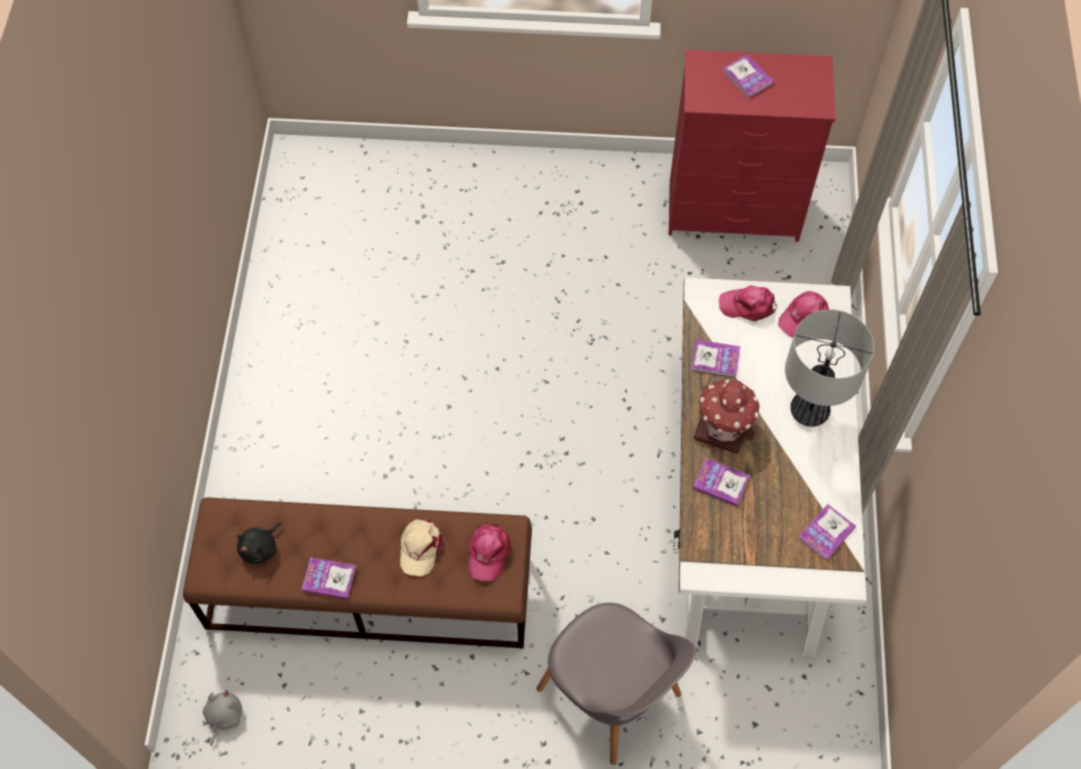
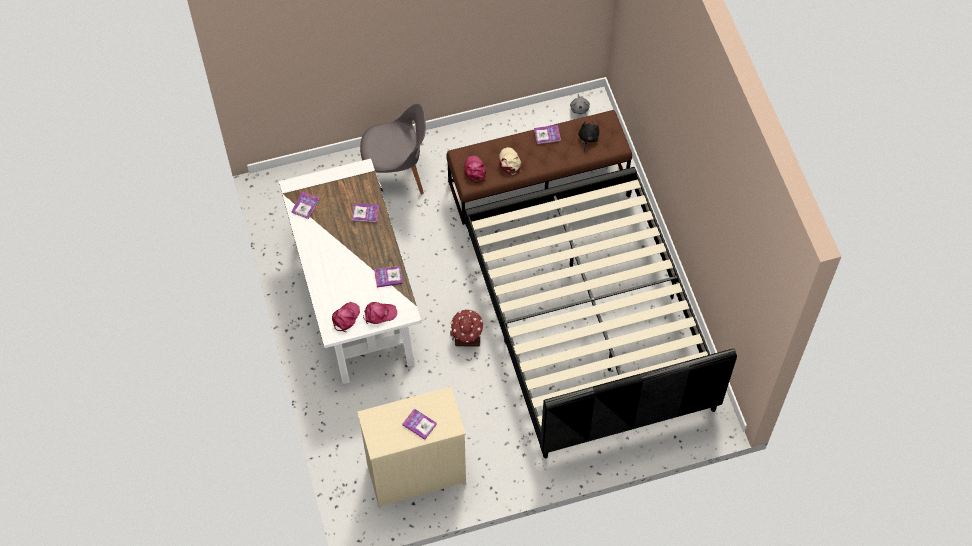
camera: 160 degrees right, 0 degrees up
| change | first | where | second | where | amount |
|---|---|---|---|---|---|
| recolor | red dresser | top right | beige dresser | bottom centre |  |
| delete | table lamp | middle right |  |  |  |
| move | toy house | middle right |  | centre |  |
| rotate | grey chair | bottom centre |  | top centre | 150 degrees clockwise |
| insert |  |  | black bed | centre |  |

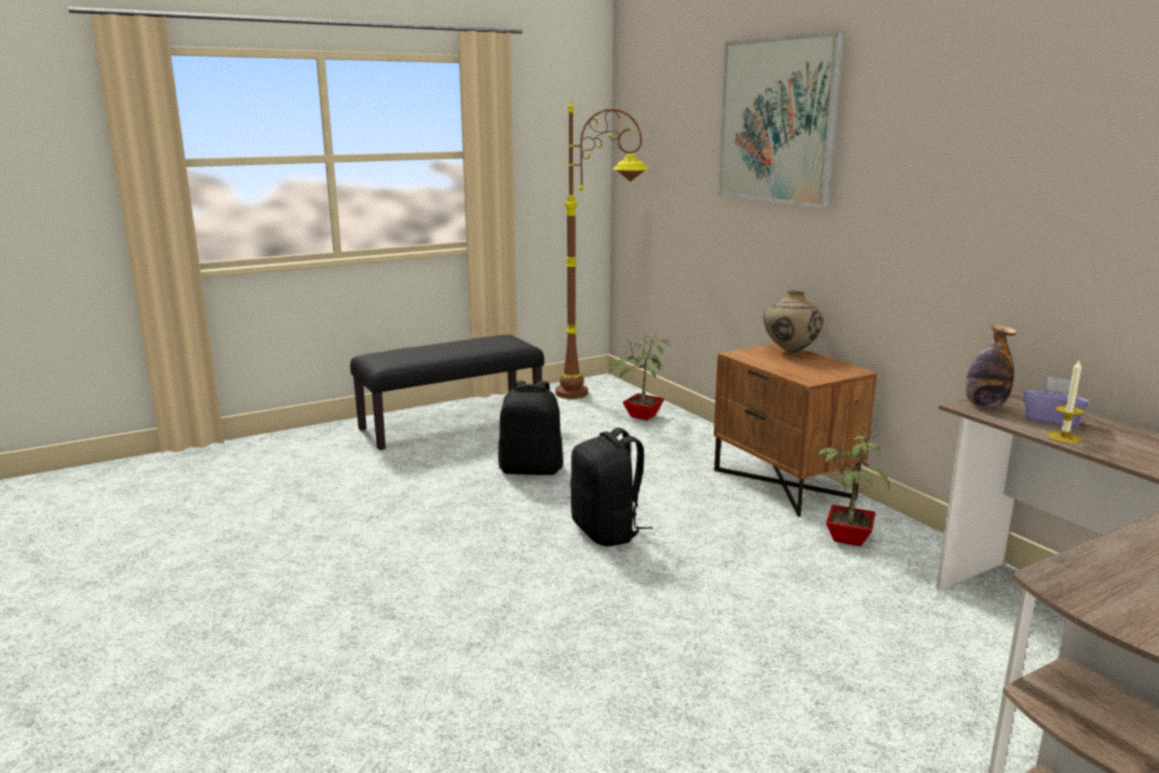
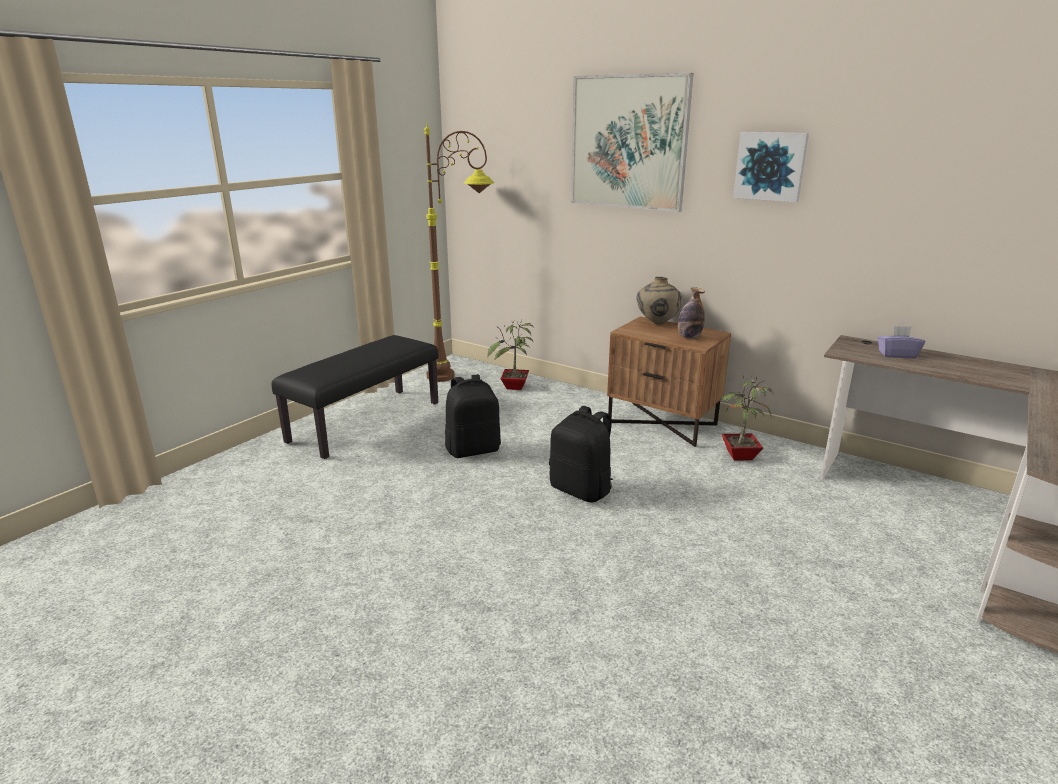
camera: 25 degrees left, 5 degrees up
| change | first | where | second | where | amount |
|---|---|---|---|---|---|
| move | bottle | middle right |  | centre |  |
| delete | candle | middle right |  |  |  |
| insert |  |  | picture (2nd from left) | top right |  |

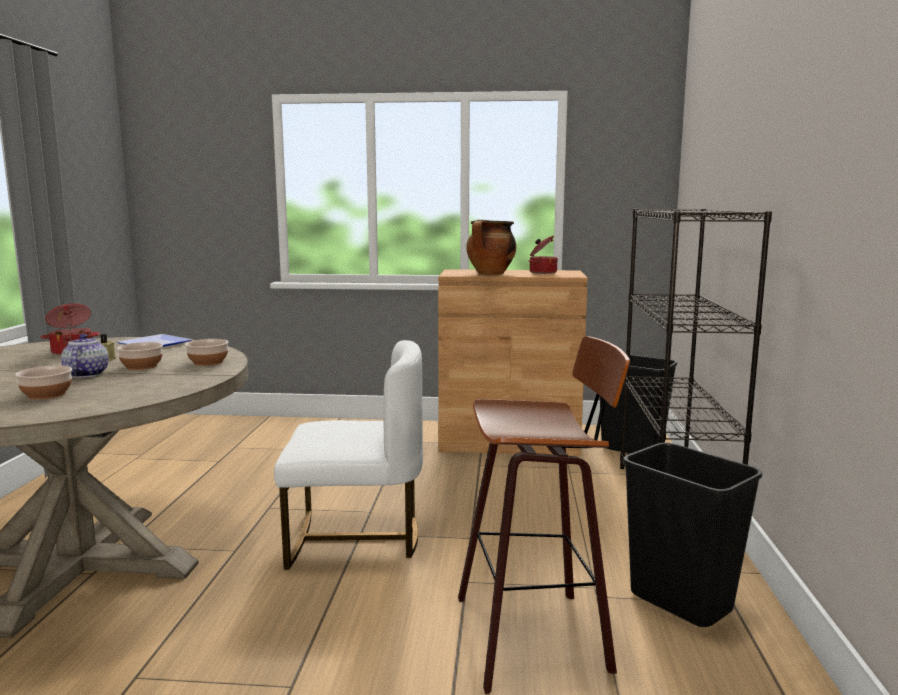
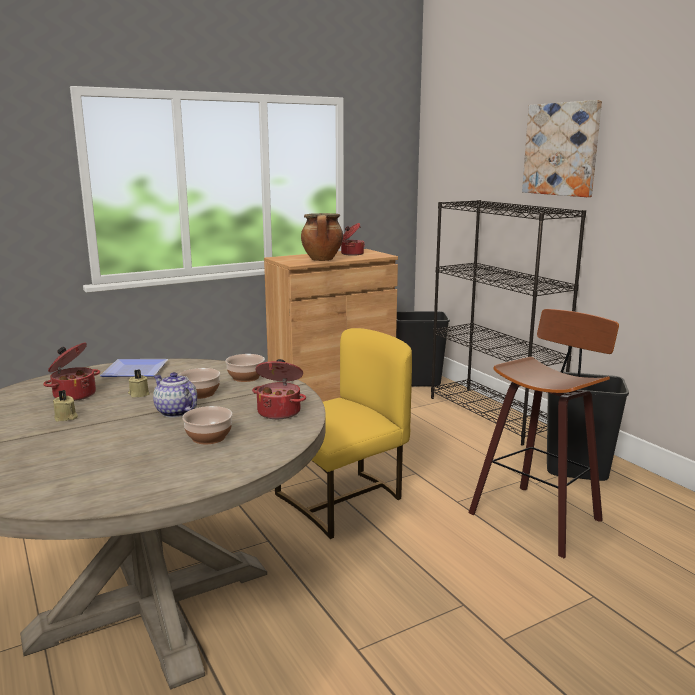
camera: 35 degrees left, 5 degrees up
| change | first | where | second | where | amount |
|---|---|---|---|---|---|
| recolor | white chair | centre | yellow chair | centre |  |
| insert |  |  | picture | top right |  |
| insert |  |  | cooking pot (2nd from left) | centre |  |
| insert |  |  | beige candle (1st from left) | middle left |  |

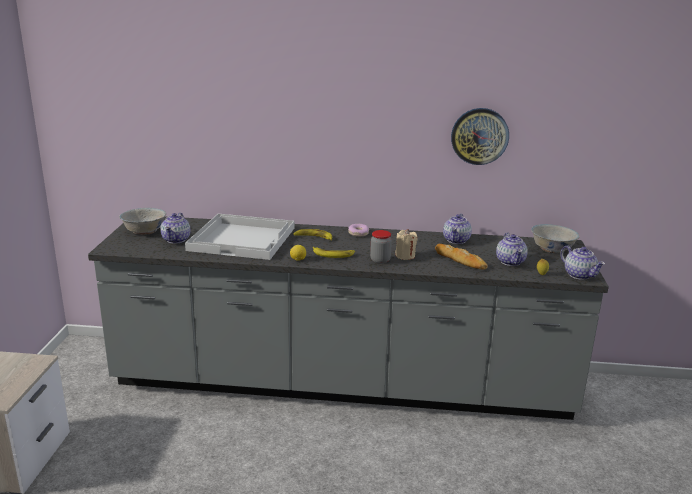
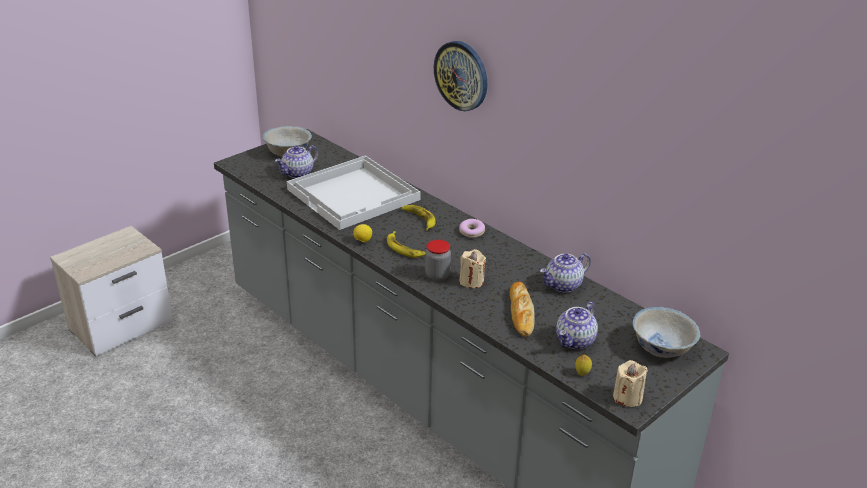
camera: 40 degrees right, 10 degrees up
| change | first | where | second | where | amount |
|---|---|---|---|---|---|
| move | wall clock | top right |  | top centre |  |
| replace | teapot (4th from left) | middle right | beige candle (2nd from left) | bottom right |  |

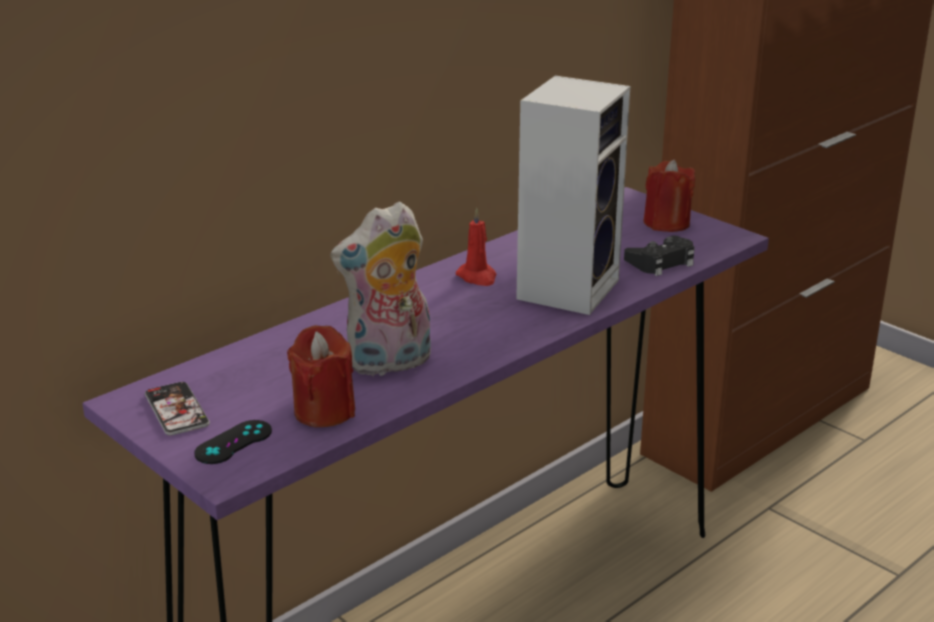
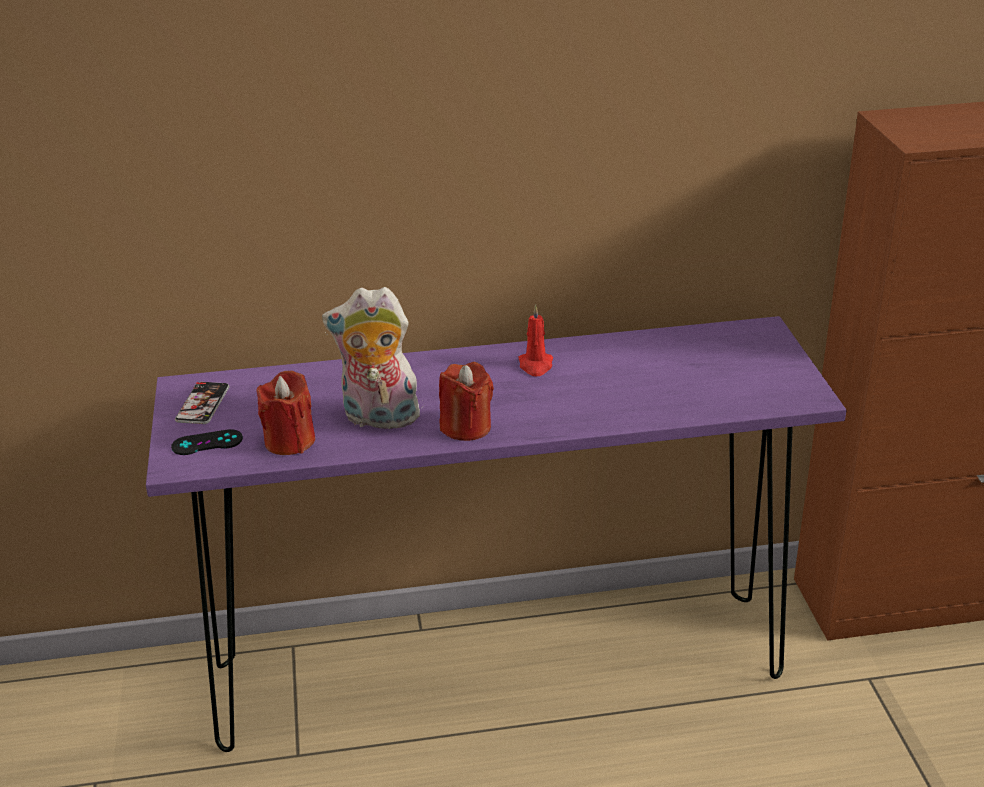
camera: 35 degrees right, 5 degrees up
| change | first | where | second | where | amount |
|---|---|---|---|---|---|
| delete | speaker | top centre |  |  |  |
| move | red candle (3rd from left in the first image) | top right | red candle (2nd from left) | centre |  |
| delete | black game controller (2nd from left) | middle right |  |  |  |

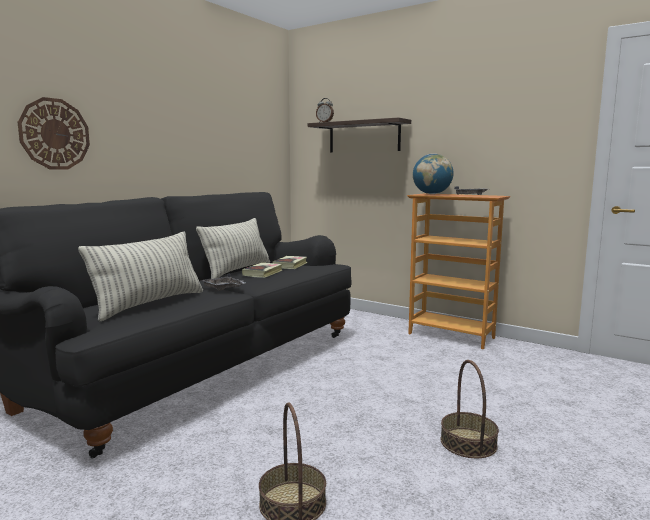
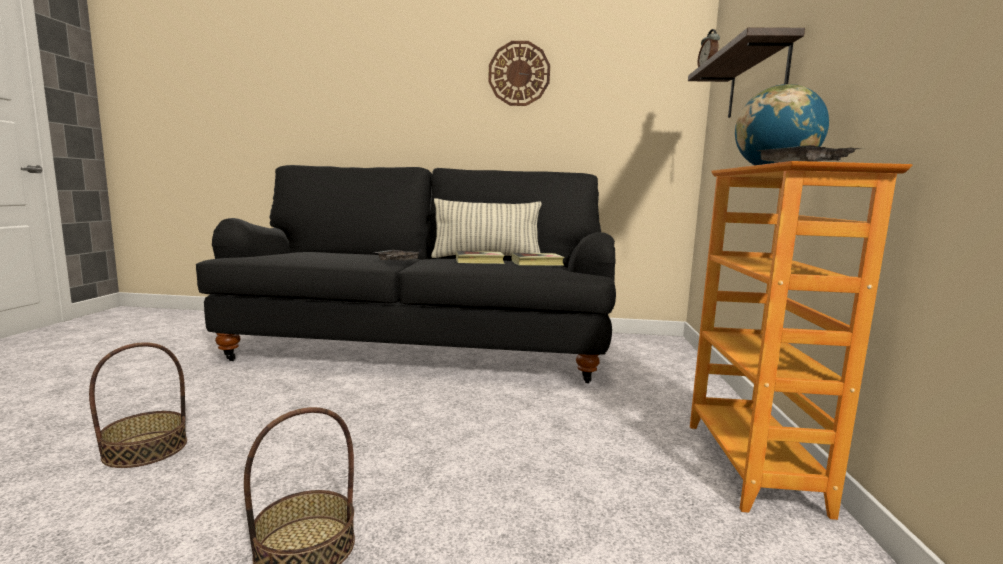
camera: 60 degrees right, 0 degrees up
| change | first | where | second | where | amount |
|---|---|---|---|---|---|
| move | wall clock | top left |  | top centre |  |
| delete | pillow (1st from left) | middle left |  |  |  |

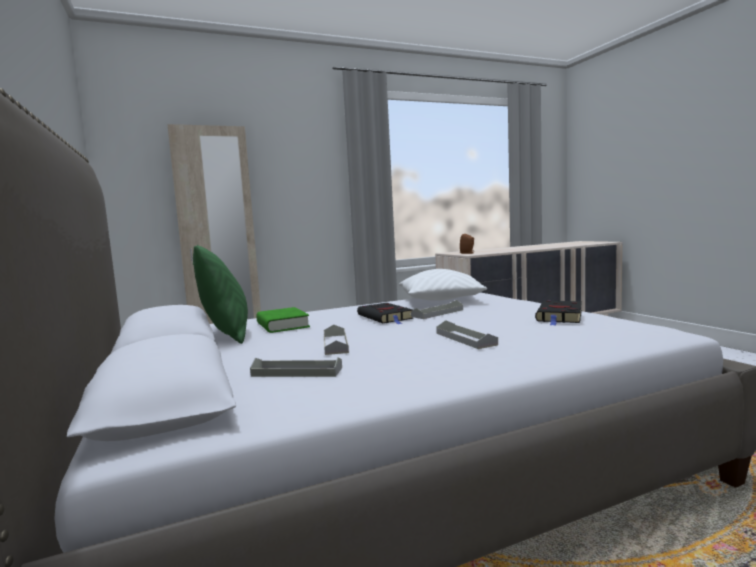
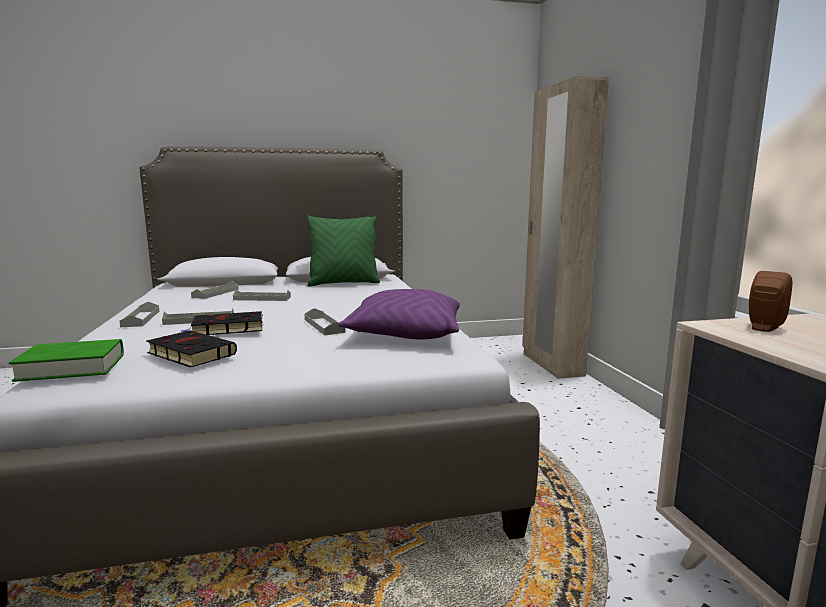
camera: 100 degrees right, 5 degrees up
| change | first | where | second | where | amount |
|---|---|---|---|---|---|
| recolor | white pillow | centre | purple pillow | centre |  |
| move | black book (1st from left in the first image) | centre | black book (2nd from left) | middle left |  |
| move | green book | centre |  | middle left |  |
| insert |  |  | grey tray (1st from left) | middle left |  |

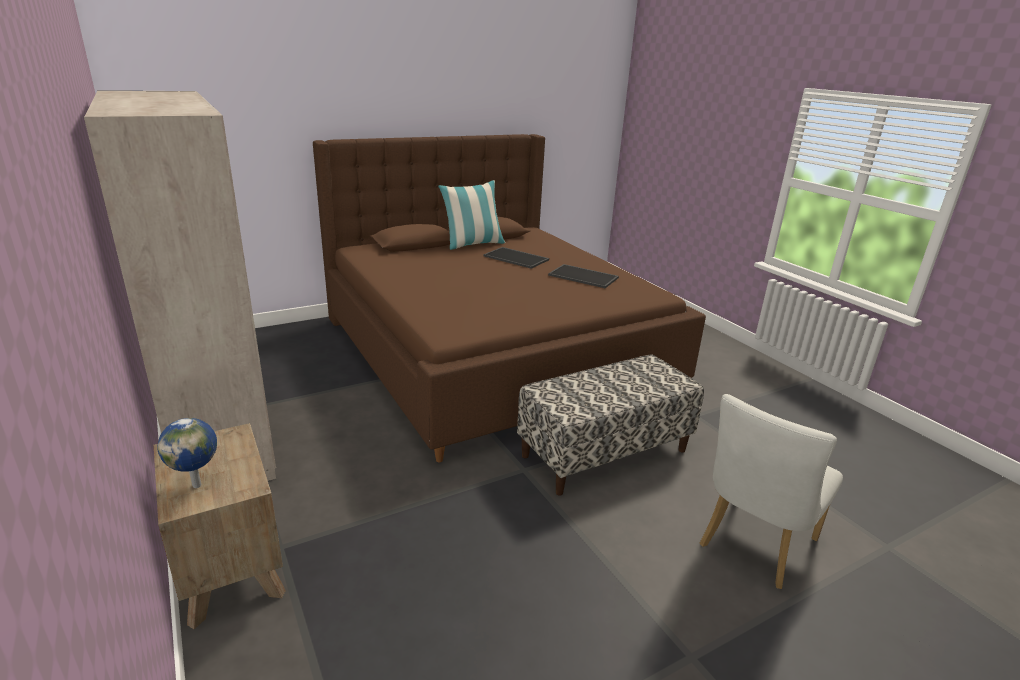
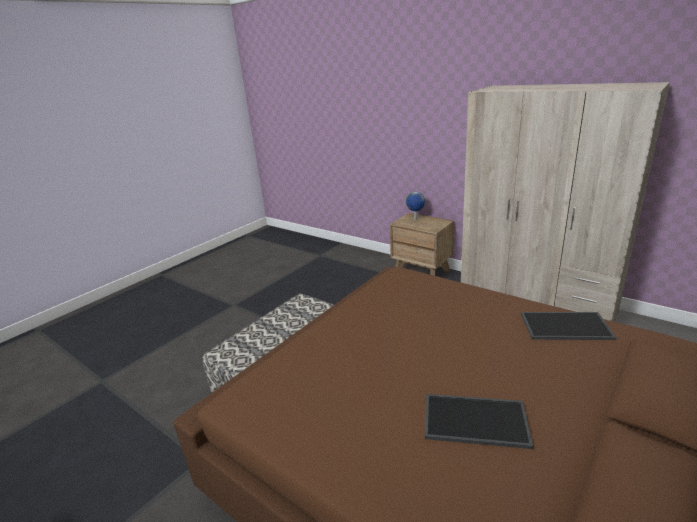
camera: 160 degrees right, 0 degrees up
| change | first | where | second | where | amount |
|---|---|---|---|---|---|
| delete | pillow | top centre |  |  |  |
| move | tray (2nd from left) | centre |  | middle right |  |
| delete | white chair | bottom right |  |  |  |

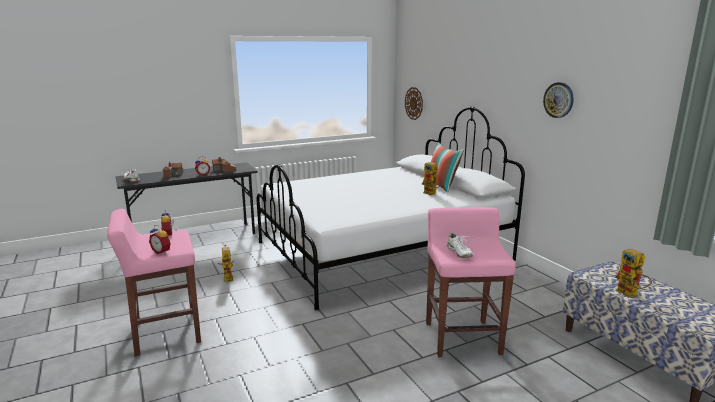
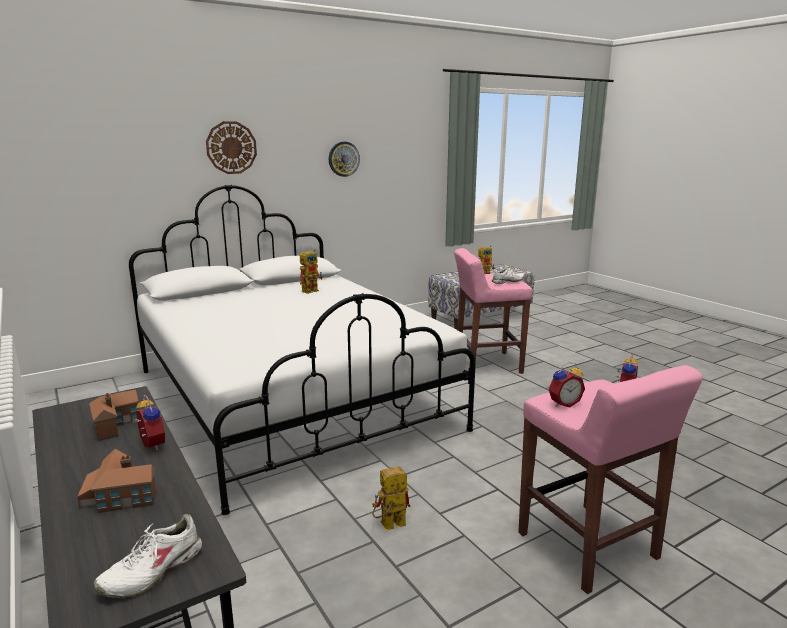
camera: 95 degrees left, 0 degrees up
| change | first | where | second | where | amount |
|---|---|---|---|---|---|
| move | wall clock (1st from left) | top centre |  | top left |  |
| delete | pillow | centre |  |  |  |

